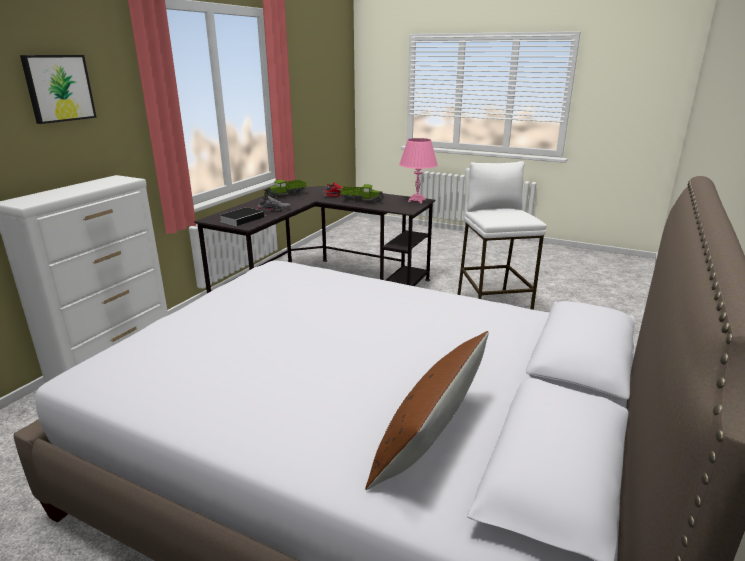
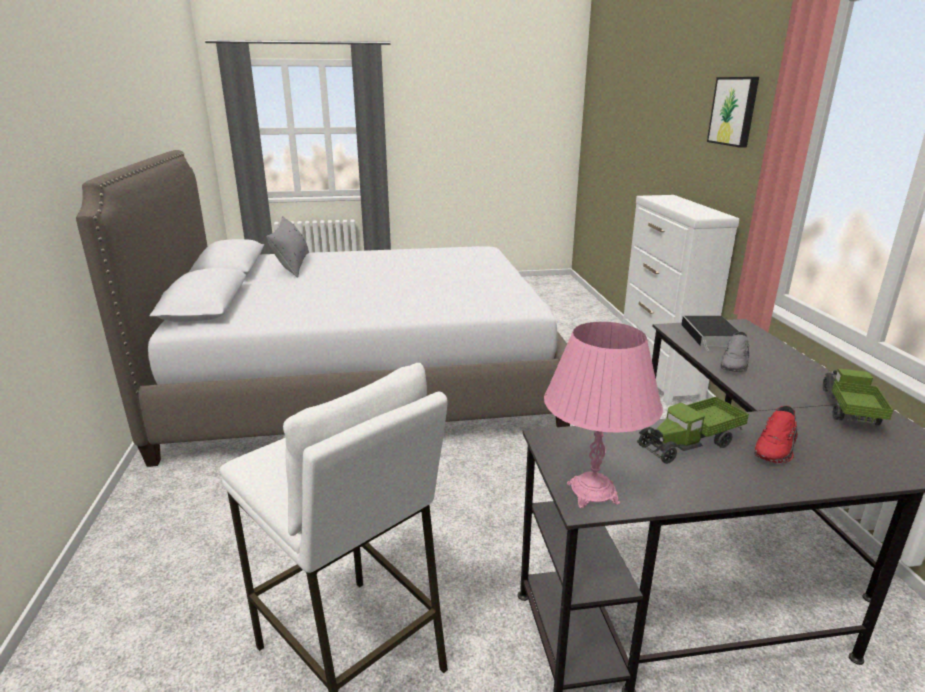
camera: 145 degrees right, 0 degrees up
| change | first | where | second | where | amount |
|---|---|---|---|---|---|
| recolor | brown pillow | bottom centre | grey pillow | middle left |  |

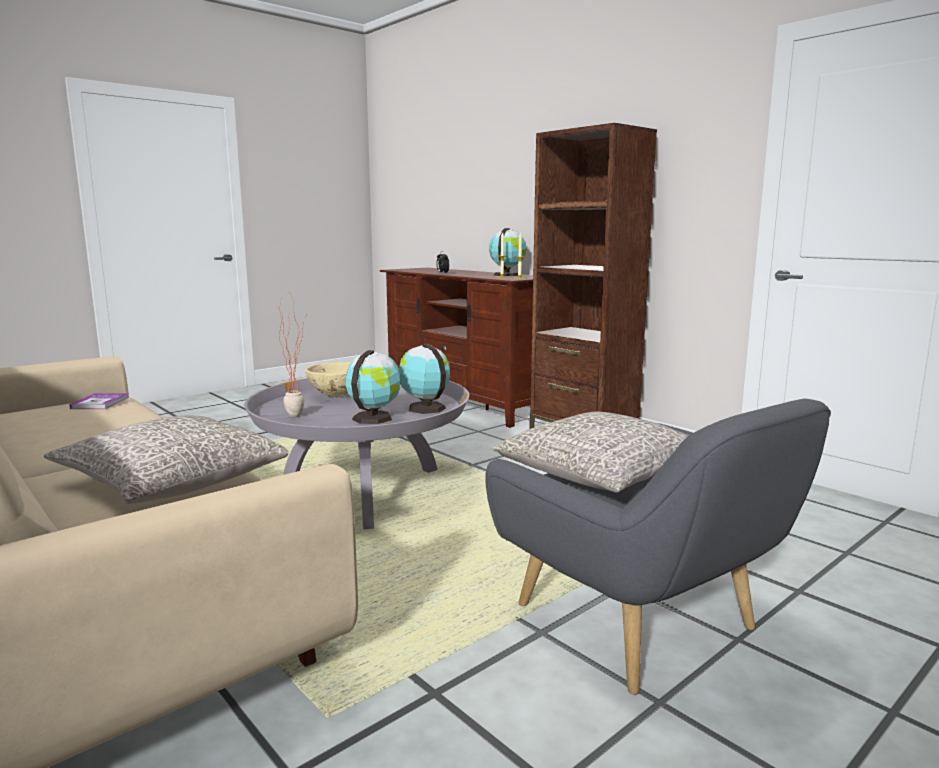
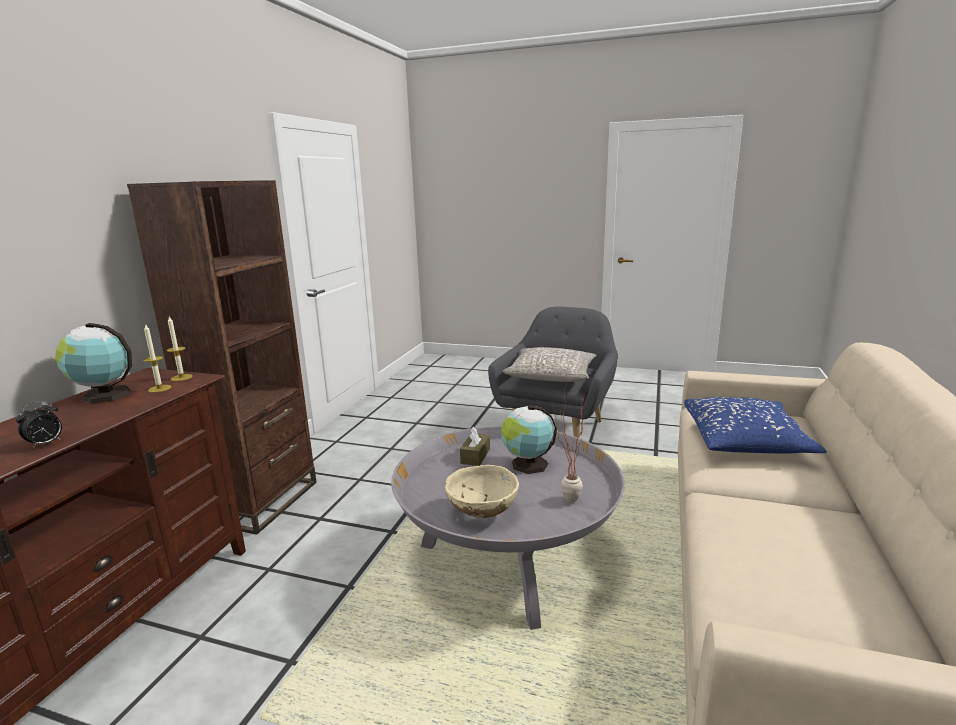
camera: 120 degrees left, 5 degrees up
| change | first | where | second | where | amount |
|---|---|---|---|---|---|
| replace | globe (2nd from left) | centre | brown tissue box | centre |  |
| delete | book | middle left |  |  |  |
| recolor | grey pillow (1st from left) | middle left | blue pillow | middle right |  |

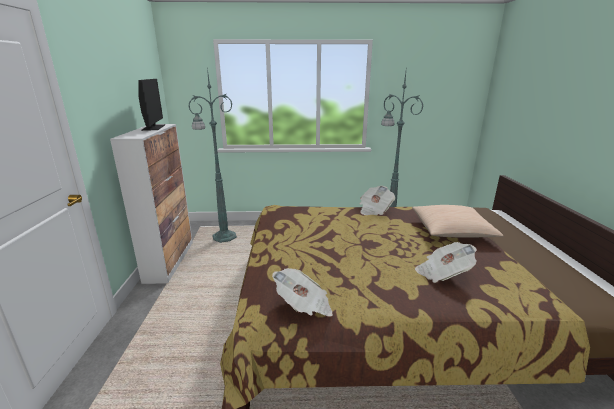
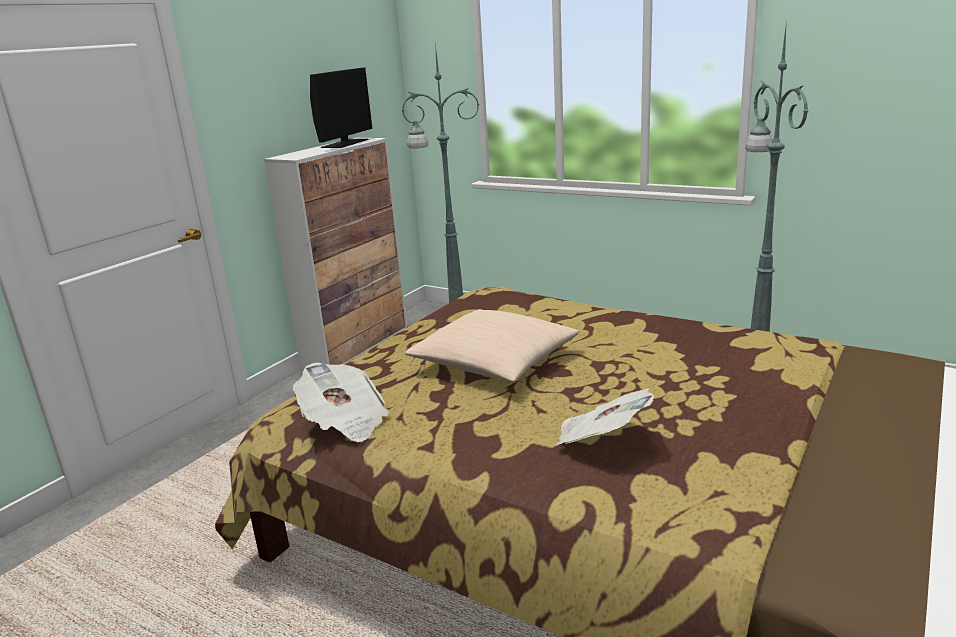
camera: 35 degrees right, 0 degrees up
| change | first | where | second | where | amount |
|---|---|---|---|---|---|
| delete | newspaper (2nd from left) | centre |  |  |  |
| move | beige pillow | middle right |  | centre |  |

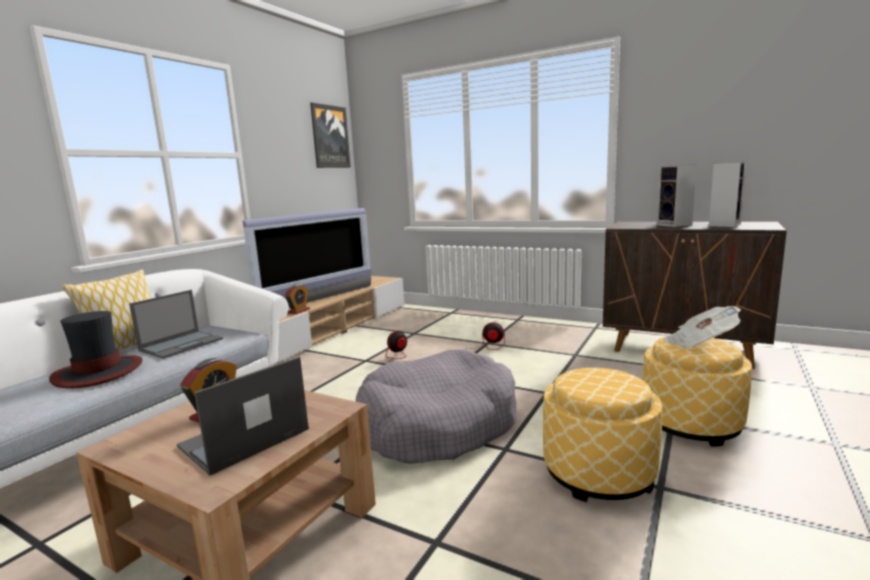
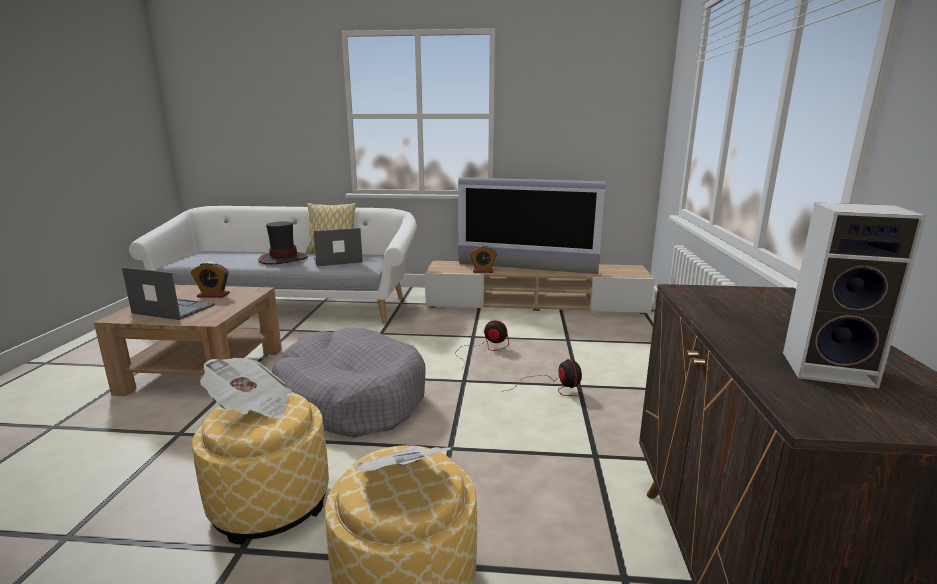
camera: 65 degrees right, 5 degrees up
| change | first | where | second | where | amount |
|---|---|---|---|---|---|
| delete | picture | top centre |  |  |  |
| delete | speaker (1st from left) | middle right |  |  |  |
| rotate | laptop (1st from left in the first image) | middle left | laptop (2nd from left) | centre | 150 degrees clockwise |
| insert |  |  | newspaper (1st from left) | middle left |  |

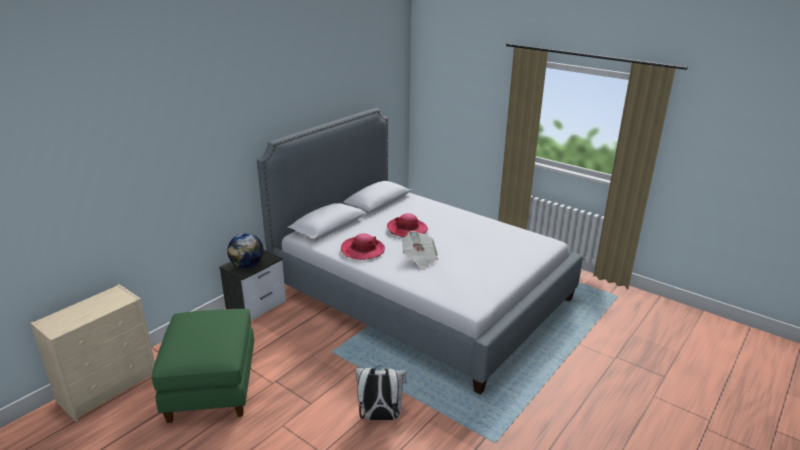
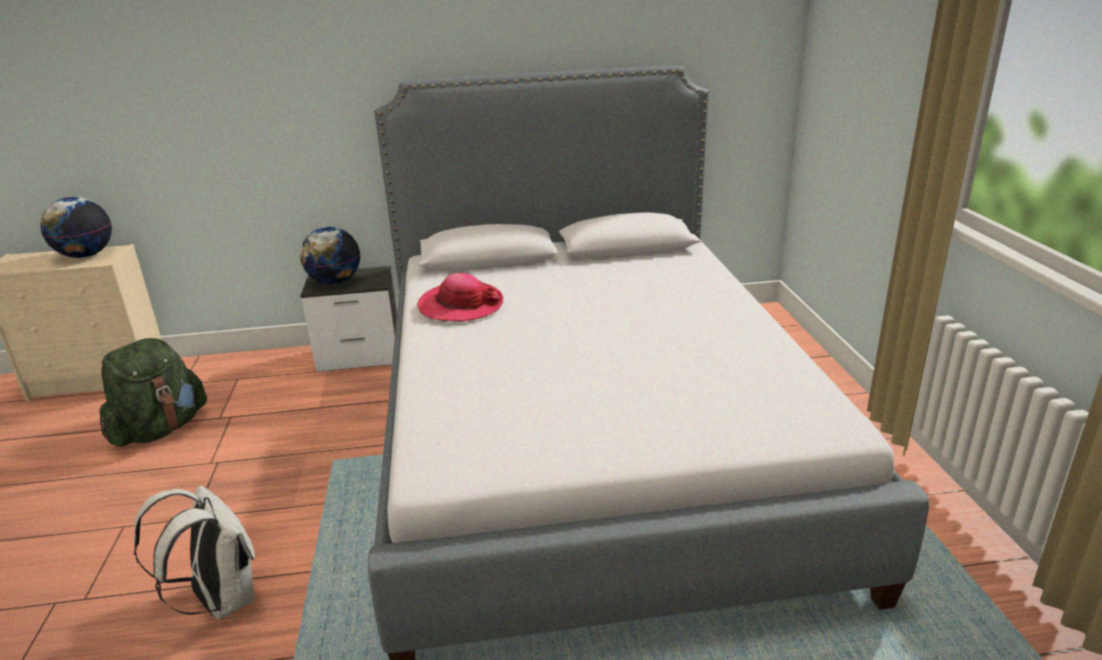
camera: 45 degrees right, 0 degrees up
| change | first | where | second | where | amount |
|---|---|---|---|---|---|
| delete | hat (2nd from left) | centre |  |  |  |
| delete | newspaper | centre |  |  |  |
| replace | green ottoman | bottom left | green backpack | middle left |  |
| insert |  |  | globe (1st from left) | middle left |  |

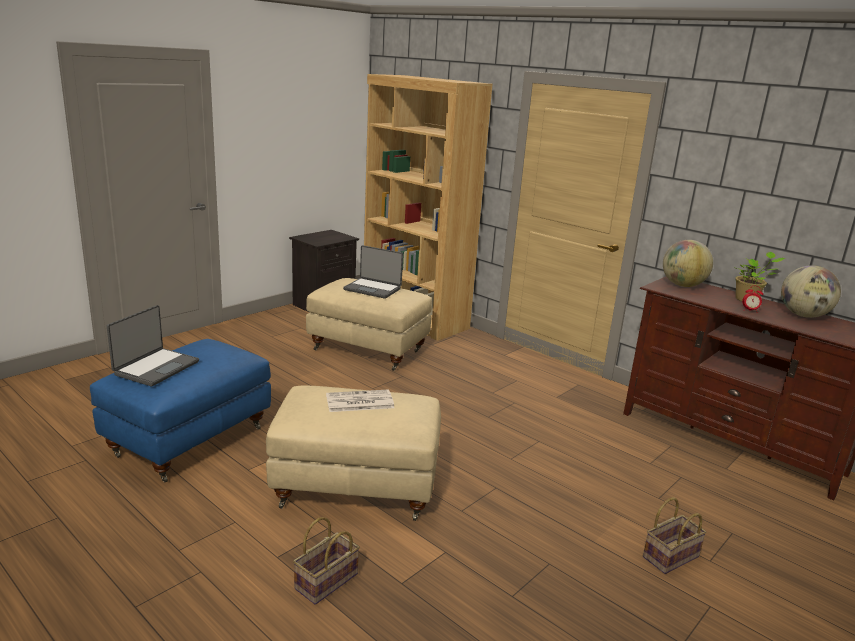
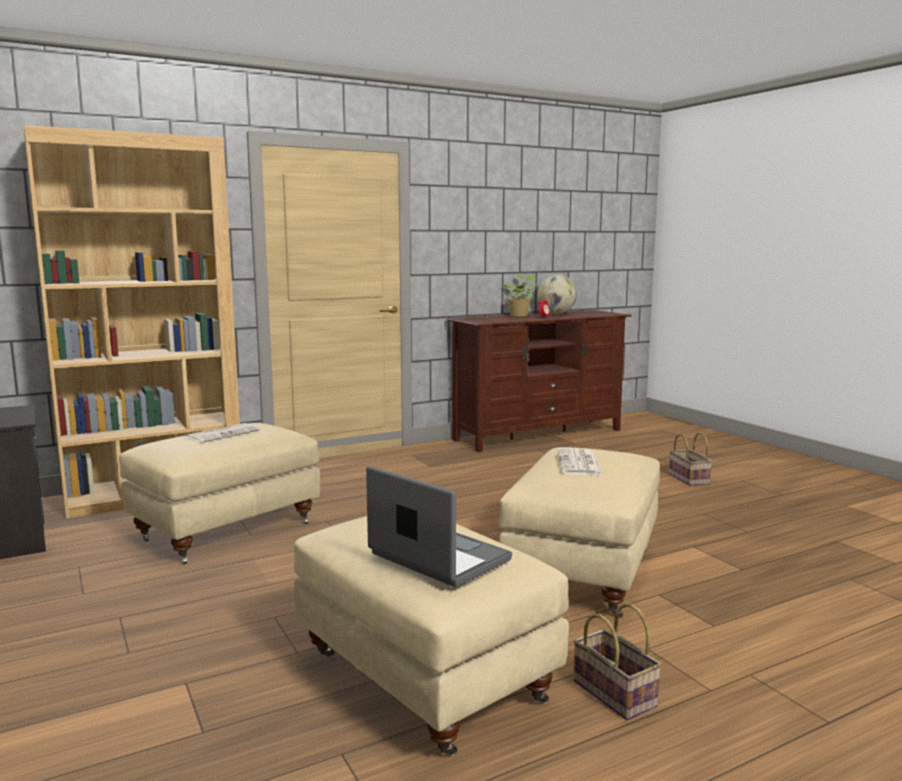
camera: 70 degrees left, 10 degrees down
| change | first | where | second | where | amount |
|---|---|---|---|---|---|
| delete | globe (1st from left) | middle right |  |  |  |
| replace | laptop (2nd from left) | centre | newspaper (1st from left) | middle left |  |
| recolor | blue ottoman | middle left | beige ottoman (2nd from left) | bottom centre |  |
| move | basket (1st from left) | bottom centre |  | bottom right |  |

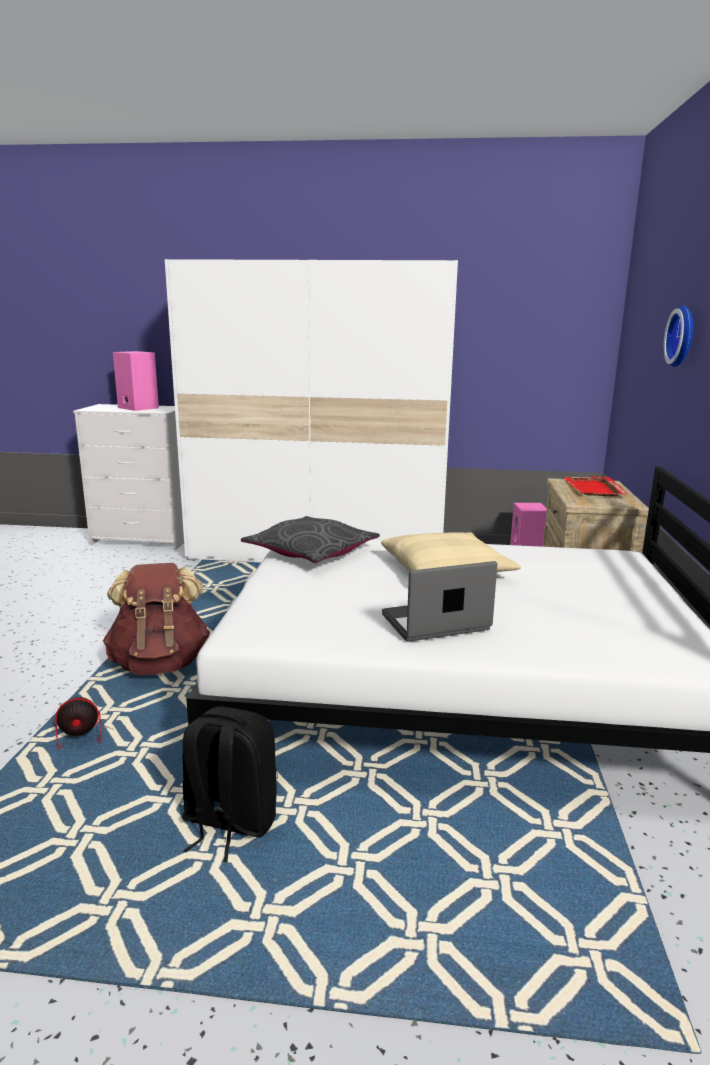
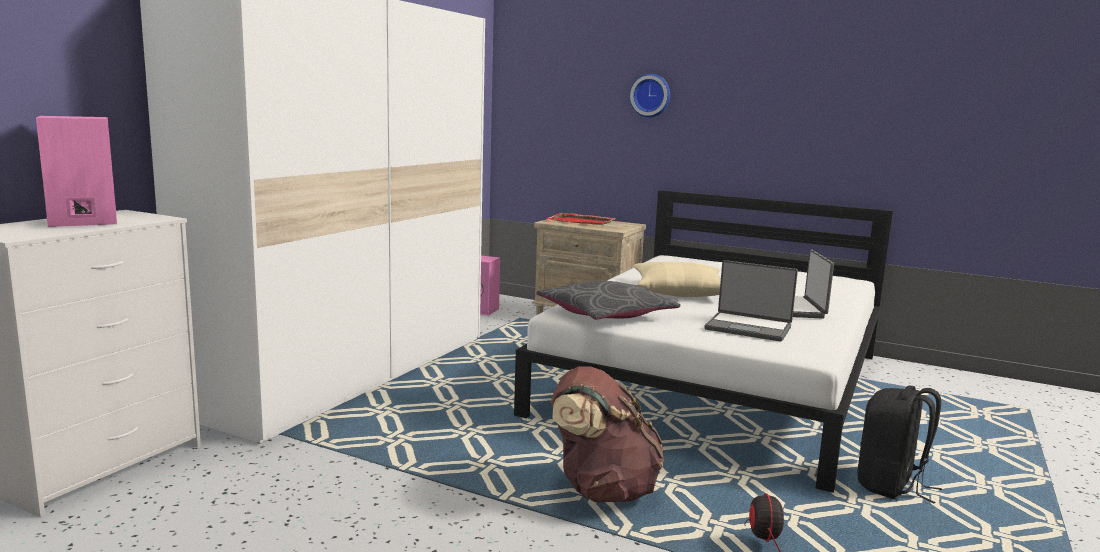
camera: 70 degrees left, 5 degrees down
| change | first | where | second | where | amount |
|---|---|---|---|---|---|
| insert |  |  | laptop (1st from left) | middle right |  |

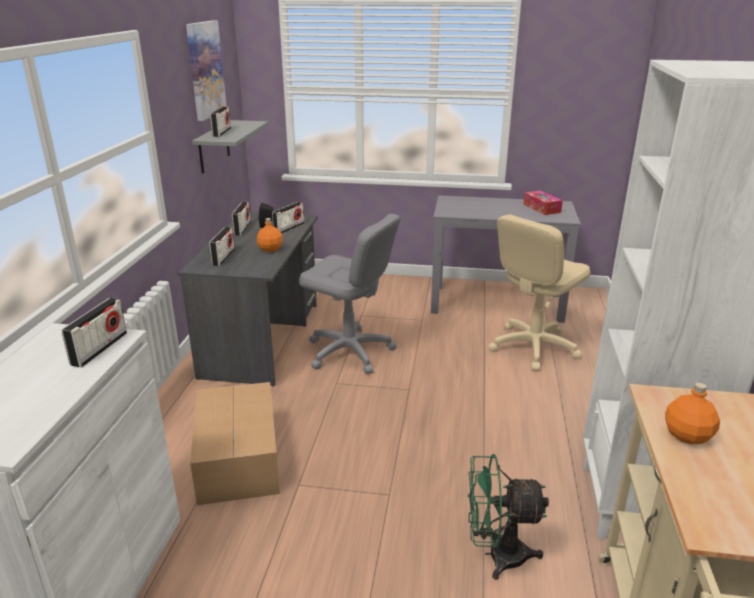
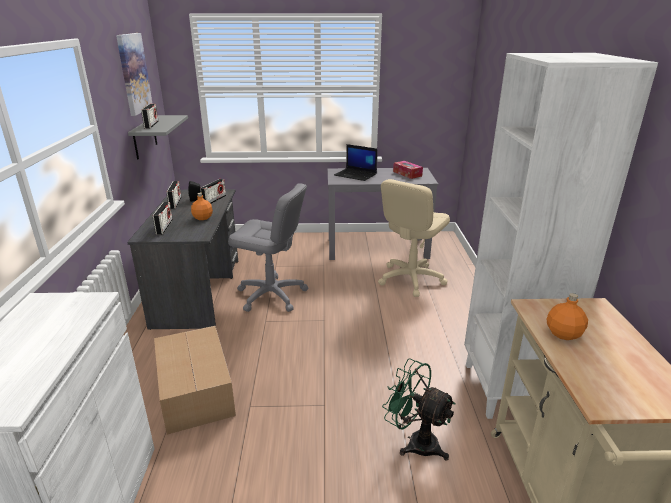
camera: 10 degrees left, 0 degrees up
| change | first | where | second | where | amount |
|---|---|---|---|---|---|
| delete | radio (1st from left) | middle left |  |  |  |
| rotate | green fan | bottom right |  | bottom centre | 45 degrees clockwise |
| insert |  |  | laptop | top centre |  |

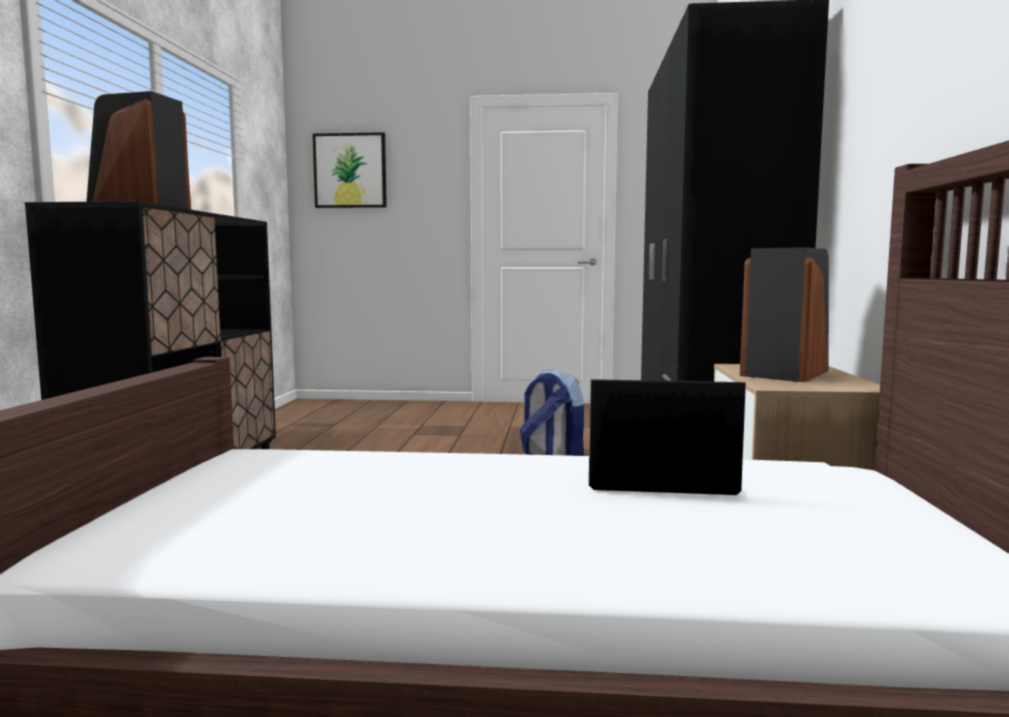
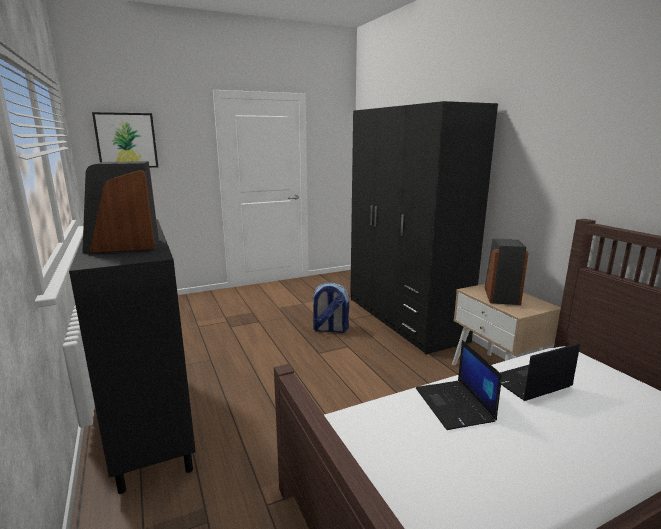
camera: 30 degrees left, 10 degrees up
| change | first | where | second | where | amount |
|---|---|---|---|---|---|
| insert |  |  | laptop (1st from left) | bottom right |  |

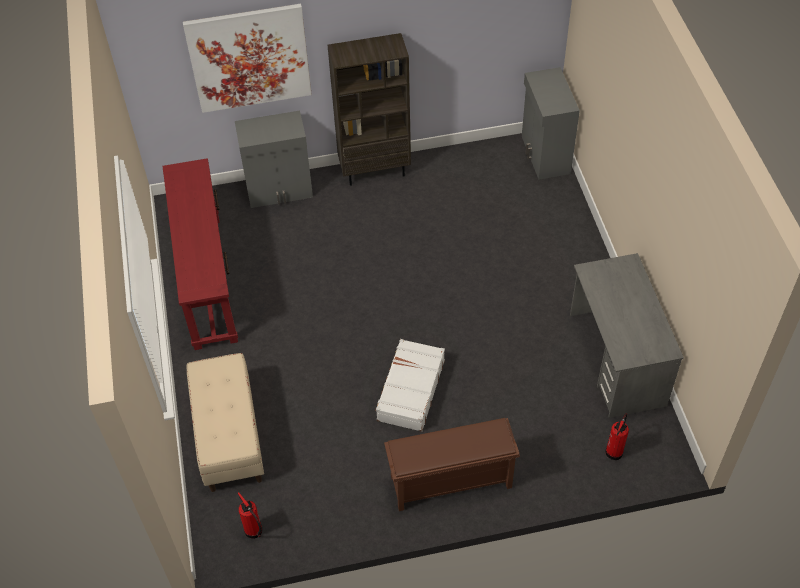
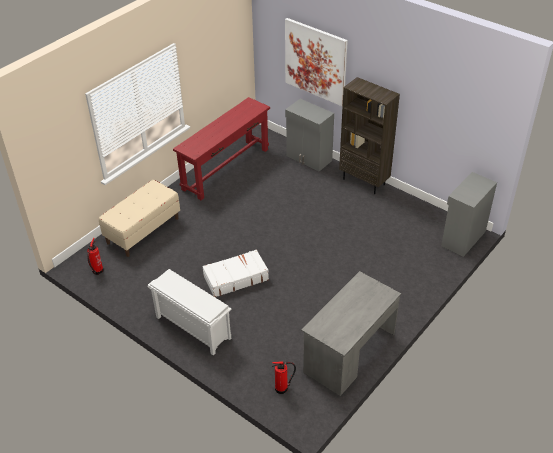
camera: 50 degrees right, 10 degrees down
| change | first | where | second | where | amount |
|---|---|---|---|---|---|
| recolor | brown shoe rack | bottom centre | white shoe rack | bottom centre |  |

